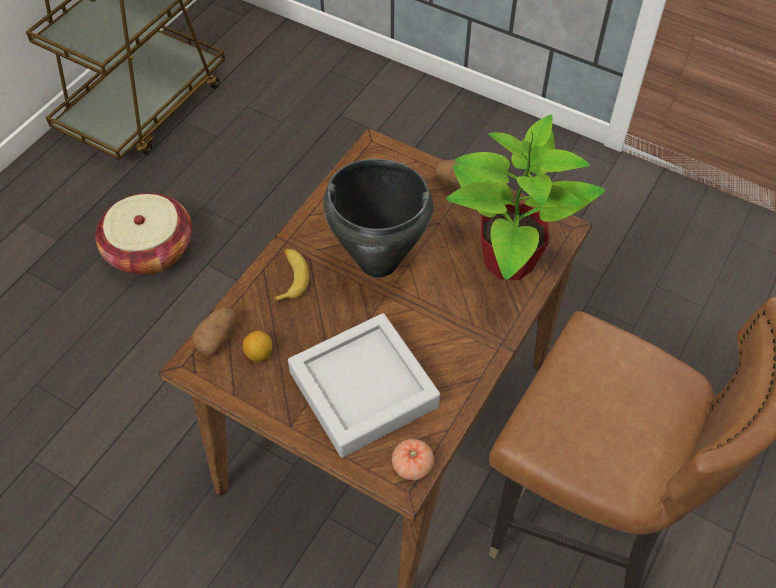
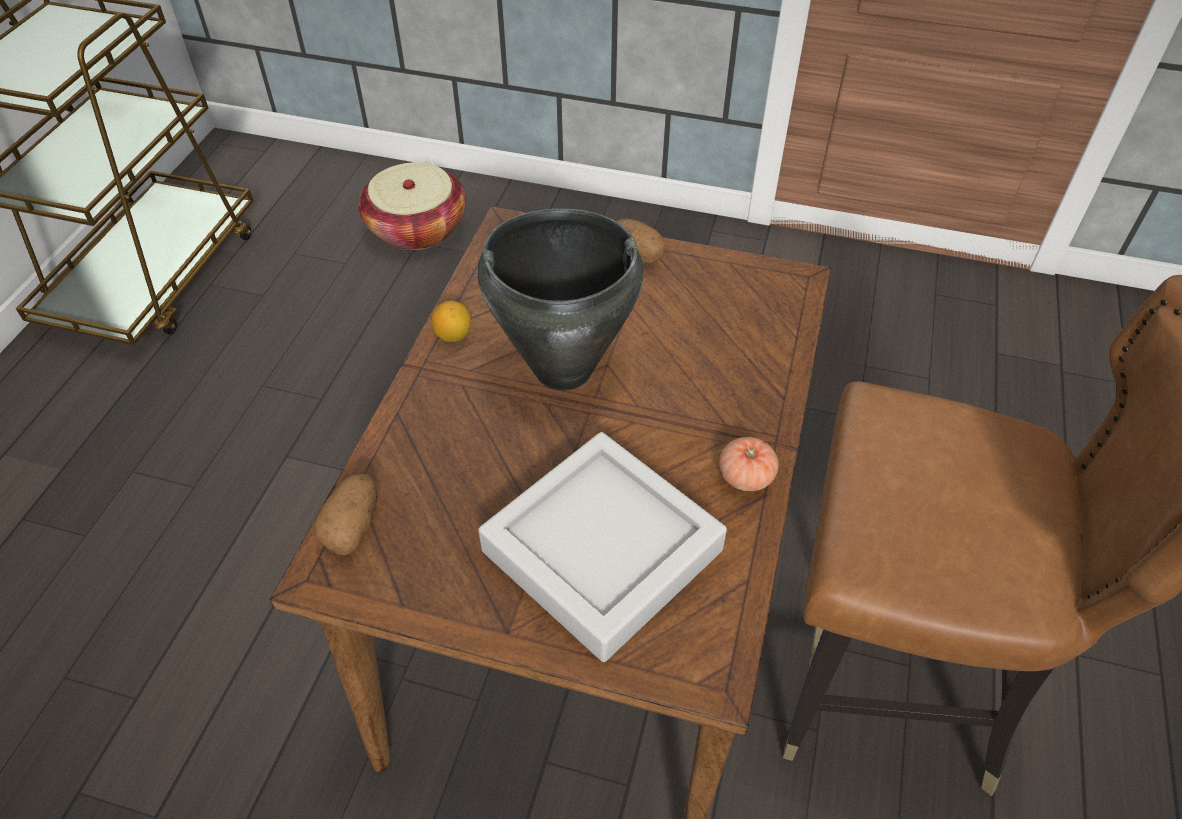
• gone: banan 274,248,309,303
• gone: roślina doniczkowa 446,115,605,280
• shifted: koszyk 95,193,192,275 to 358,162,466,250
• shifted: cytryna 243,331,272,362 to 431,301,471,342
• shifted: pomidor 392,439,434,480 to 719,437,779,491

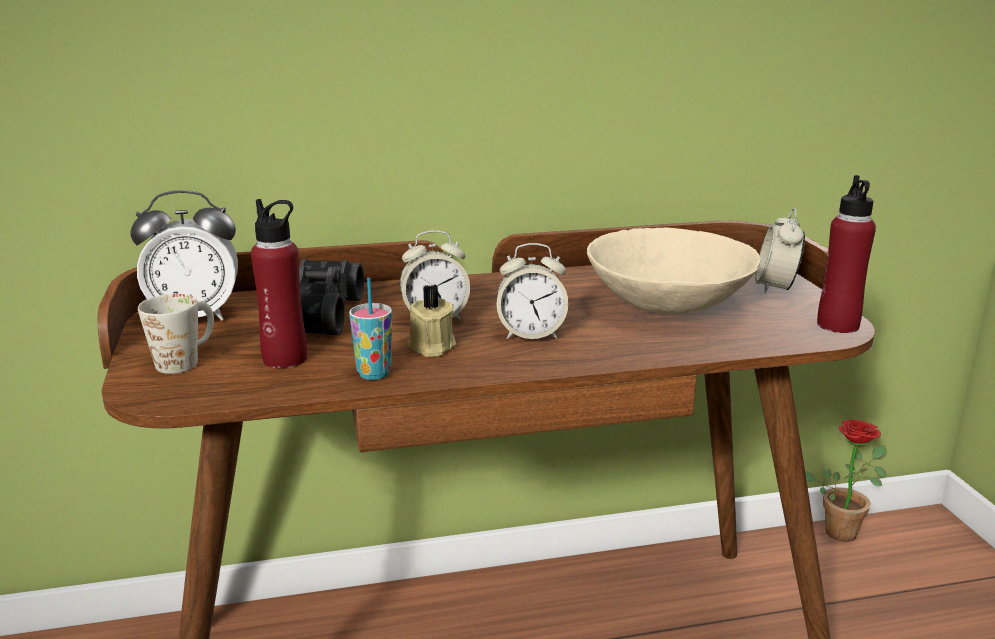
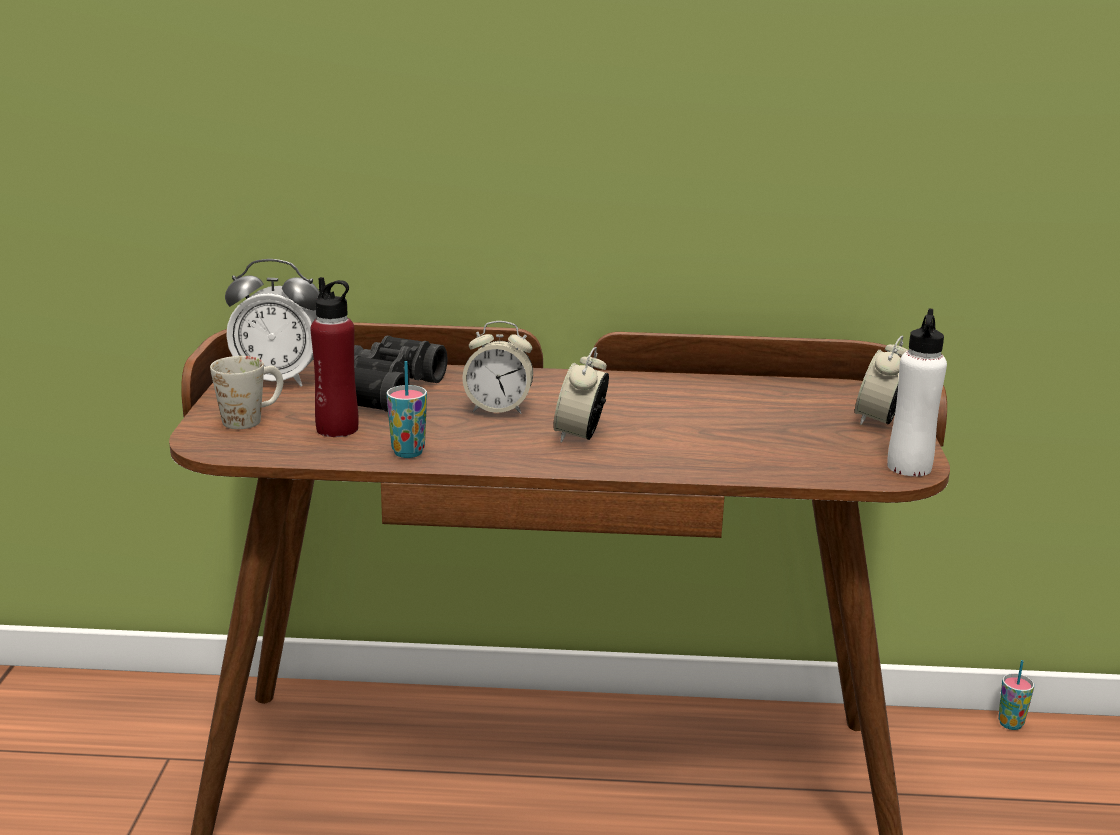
• gone: świeca (beżowy) 408,284,457,357
• gone: miska (beżowy) 587,228,760,314
• swapped: roślina doniczkowa 805,420,887,542 to filiżanka 998,660,1034,730
• repainted: butelka (czerwony) 817,175,876,333 to butelka (biały) 887,308,947,476
• rotated: budzik 497,243,568,339 = 553,347,609,443 90 degrees clockwise

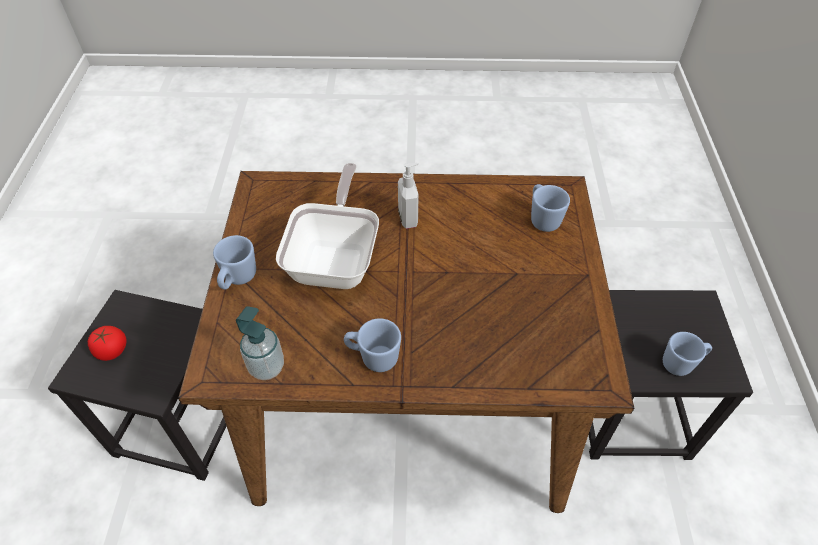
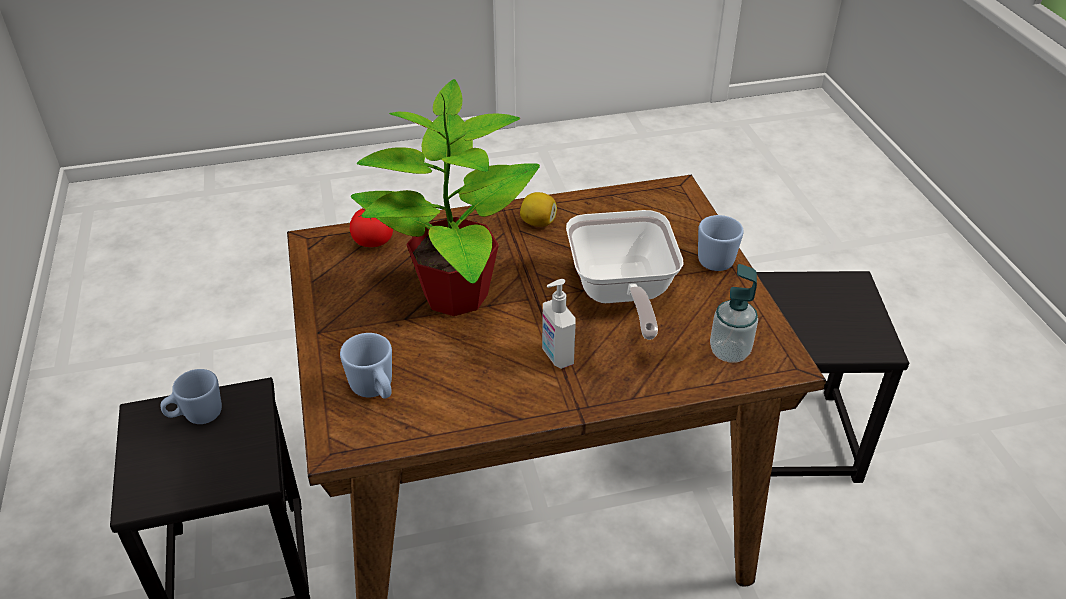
• new: roślina doniczkowa 351,79,540,316
• shifted: pomidor 88,326,126,361 to 350,208,393,247
• shifted: dozownik mydła 236,306,284,380 to 710,264,758,363
• swapped: kubek (niebieski) 344,318,401,372 to cytryna 520,192,557,227

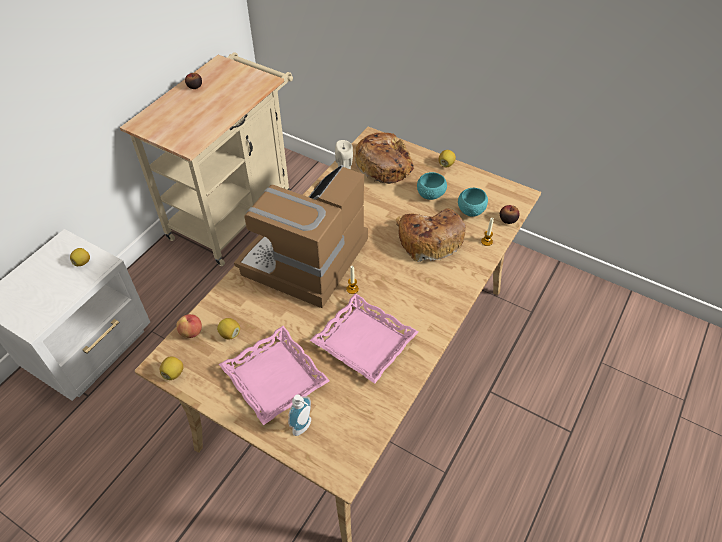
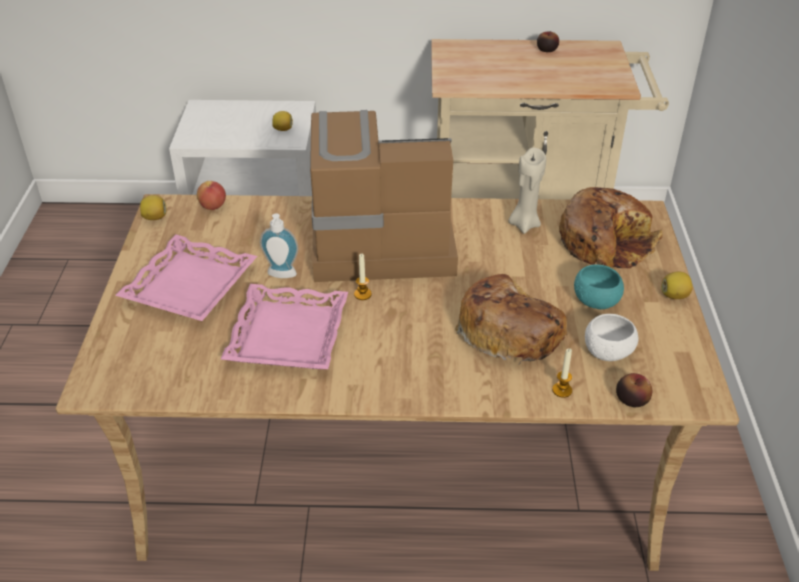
• gone: cytryna 217,318,240,339
• shifted: dozownik mydła 288,394,311,436 to 260,213,298,278
• repainted: miska (turkusowy) 458,188,488,217 to miska (biały) 585,314,639,361

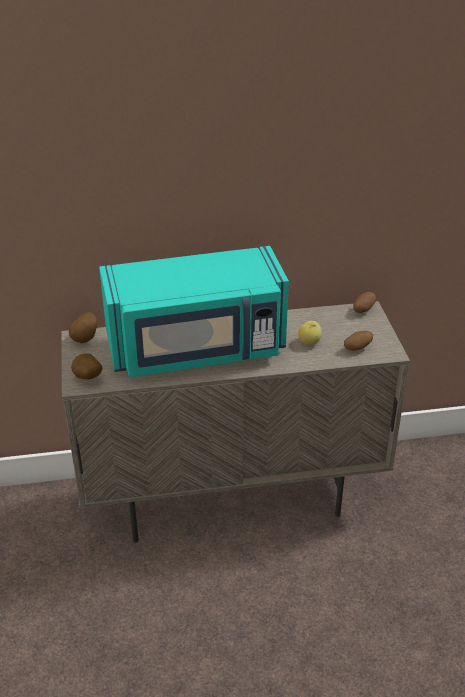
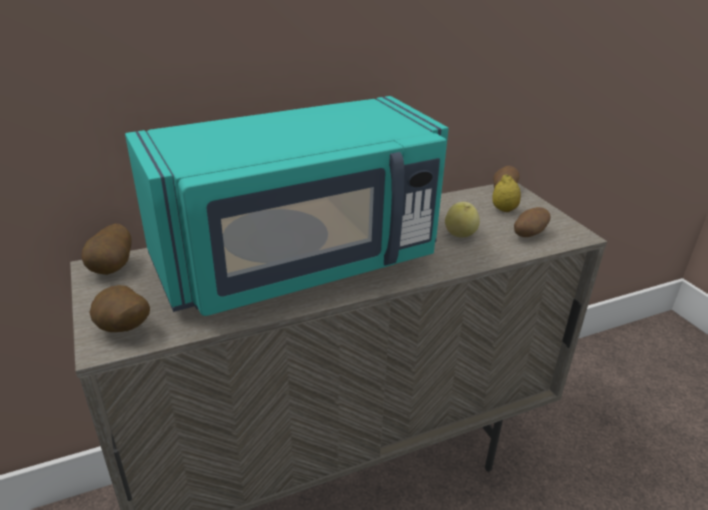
• new: cytryna 492,175,521,212

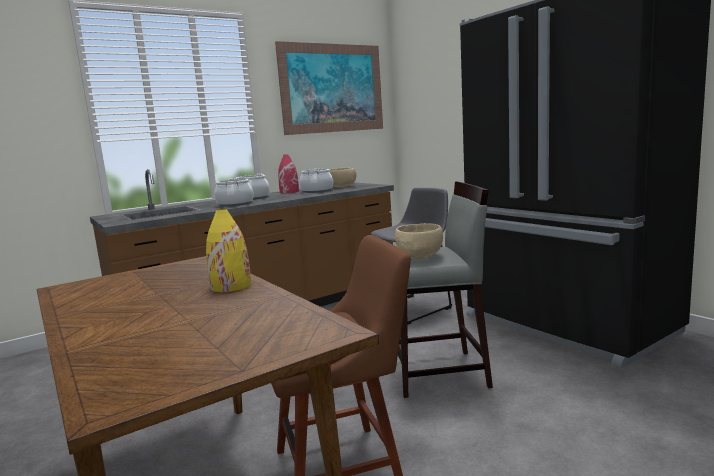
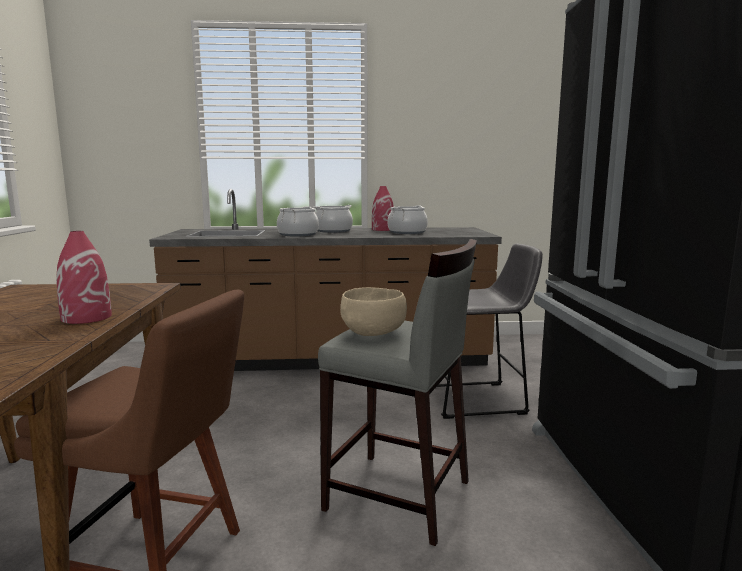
• gone: obraz 275,41,383,135
• gone: miska (beżowy) 329,168,356,187
• repainted: wazon (żółty) 206,209,251,292 to wazon (czerwony) 56,231,112,324

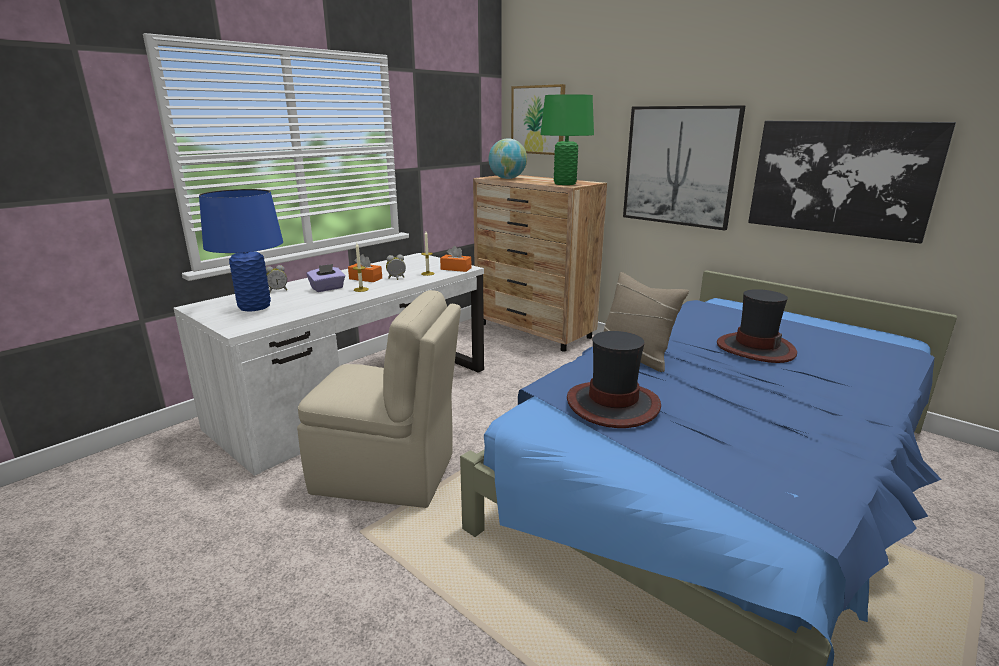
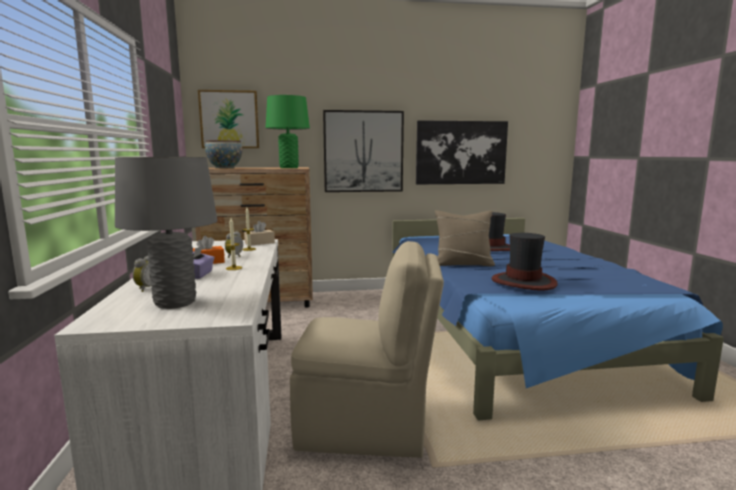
• swapped: globus 489,138,527,179 to miska 205,140,242,169
• repainted: lampa stołowa (niebieski) 199,189,283,311 to lampa stołowa (szary) 115,157,218,309
• repainted: pudełko chusteczek (pomarańczowy) 440,246,472,272 to pudełko chusteczek (beżowy) 244,221,275,245
• rotated: krzesło (beżowy) 297,290,461,508 = 290,241,444,458 45 degrees clockwise

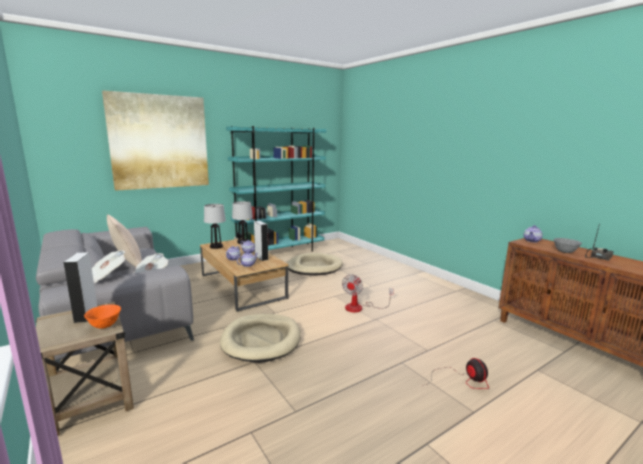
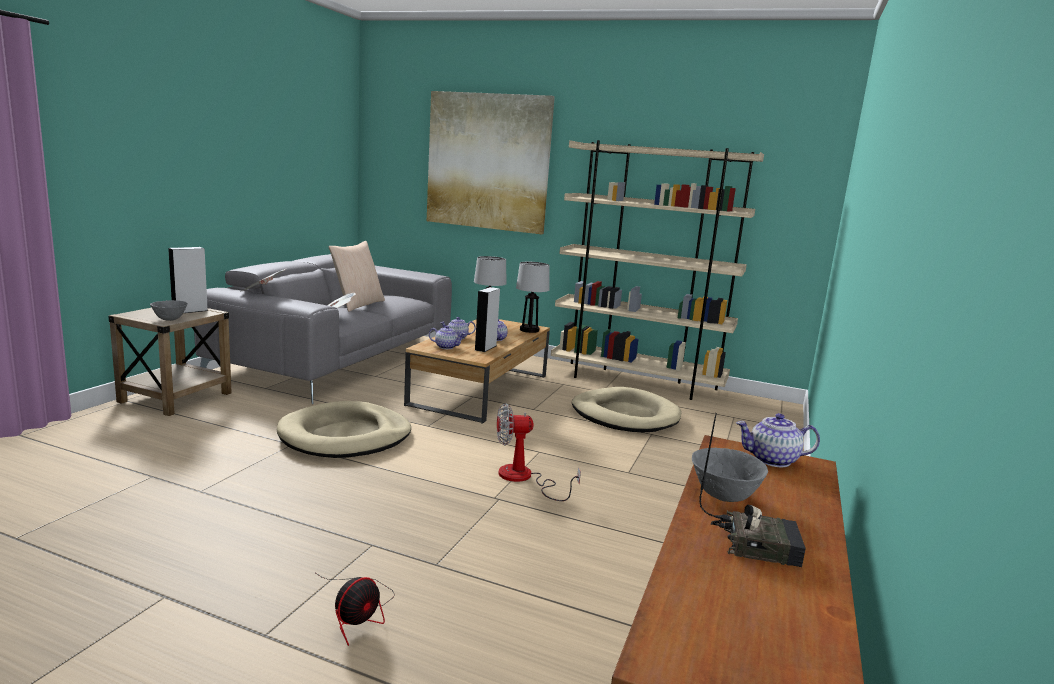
• repainted: miska (pomarańczowy) 84,305,121,329 to miska (szary) 150,300,188,321
• repainted: regał (turkusowy) 226,126,326,252 to regał (beżowy) 551,140,764,400

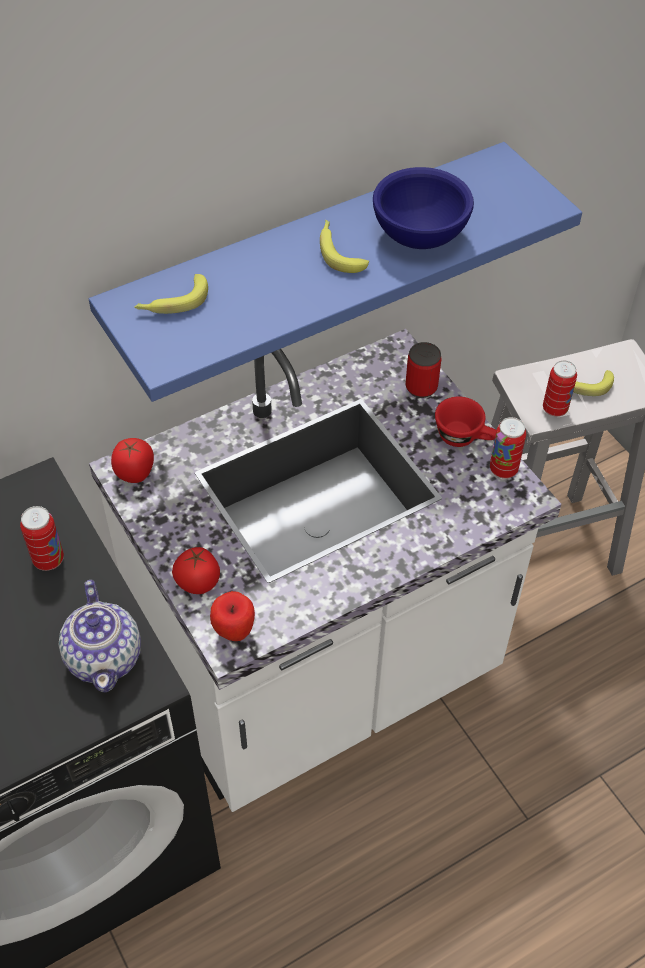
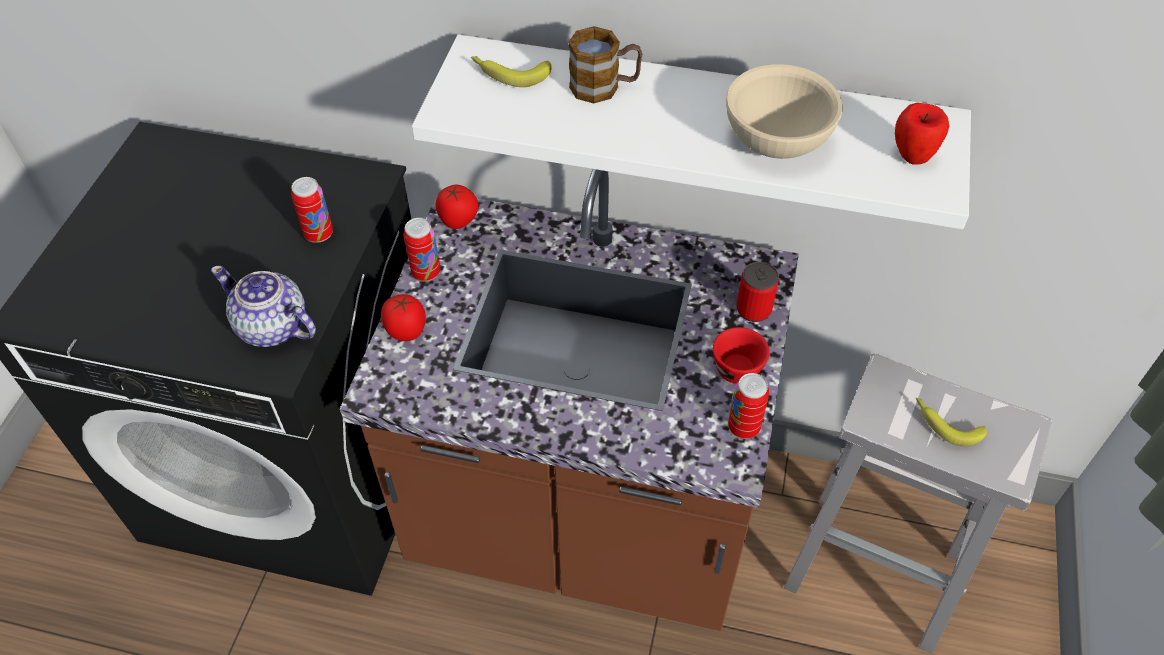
• gone: banan 320,220,369,273
• new: kubek 568,26,642,103
• shifted: jabłko 210,591,255,641 to 895,103,949,165
• shifted: puszka 543,360,577,417 to 404,218,440,282
• repainted: półka (niebieski) 89,142,582,402 to półka (biały) 412,34,971,229
• repainted: zabudowa kuchenna (biały) 89,329,562,812 to zabudowa kuchenna (brązowy) 340,169,799,631
• repainted: miska (niebieski) 373,167,474,249 to miska (beżowy) 726,64,842,159
• rotated: imbryk 58,580,141,693 = 211,266,316,347 90 degrees clockwise

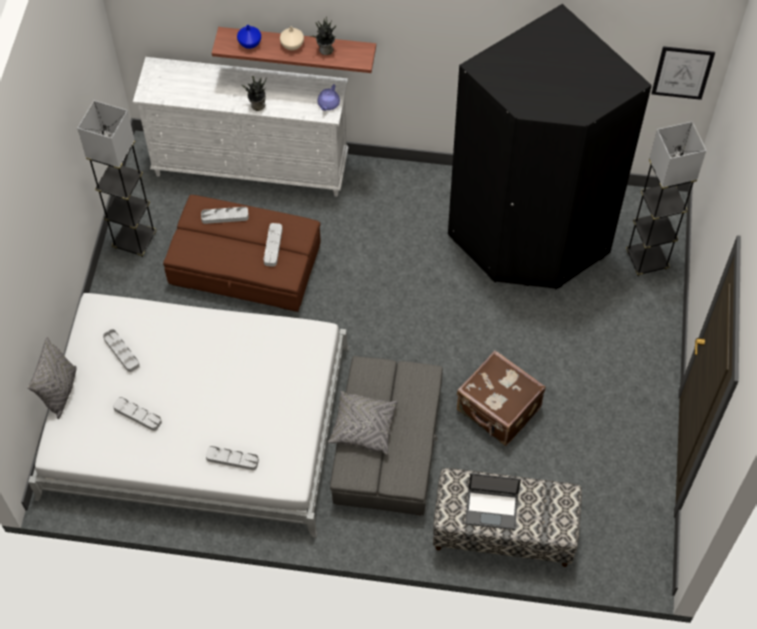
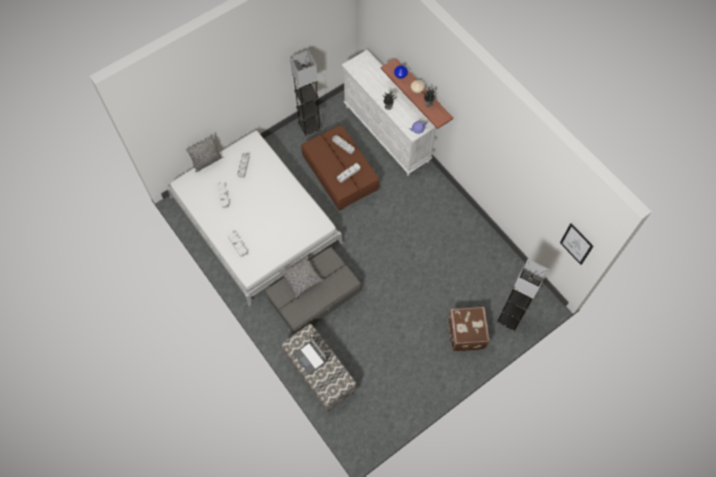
• gone: szafa (czarny) 448,4,652,289
• shifted: walizka (brązowy) 457,350,546,446 to 448,307,490,352

